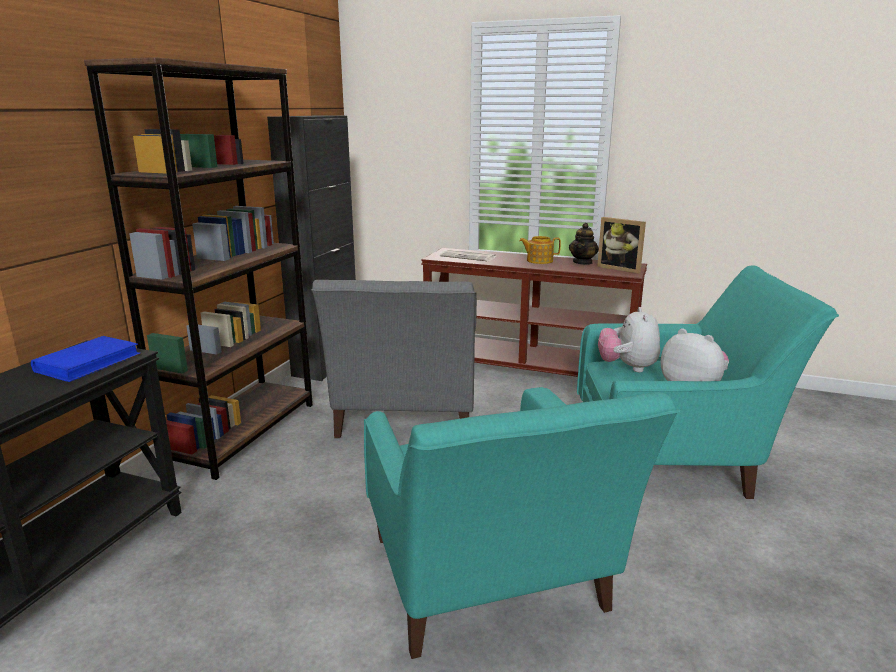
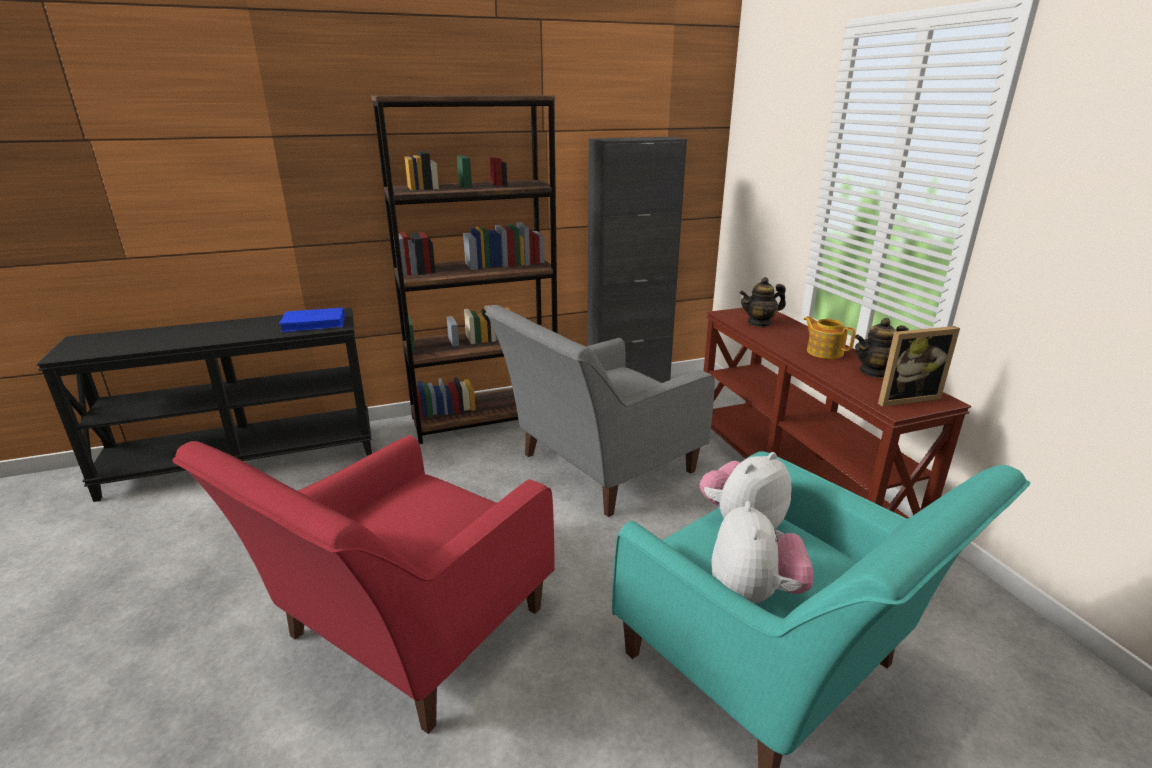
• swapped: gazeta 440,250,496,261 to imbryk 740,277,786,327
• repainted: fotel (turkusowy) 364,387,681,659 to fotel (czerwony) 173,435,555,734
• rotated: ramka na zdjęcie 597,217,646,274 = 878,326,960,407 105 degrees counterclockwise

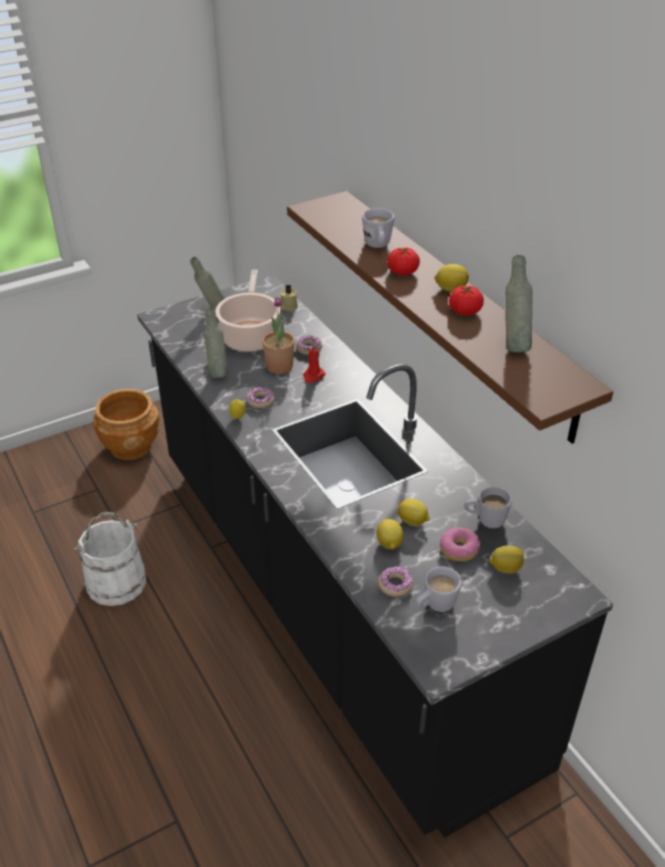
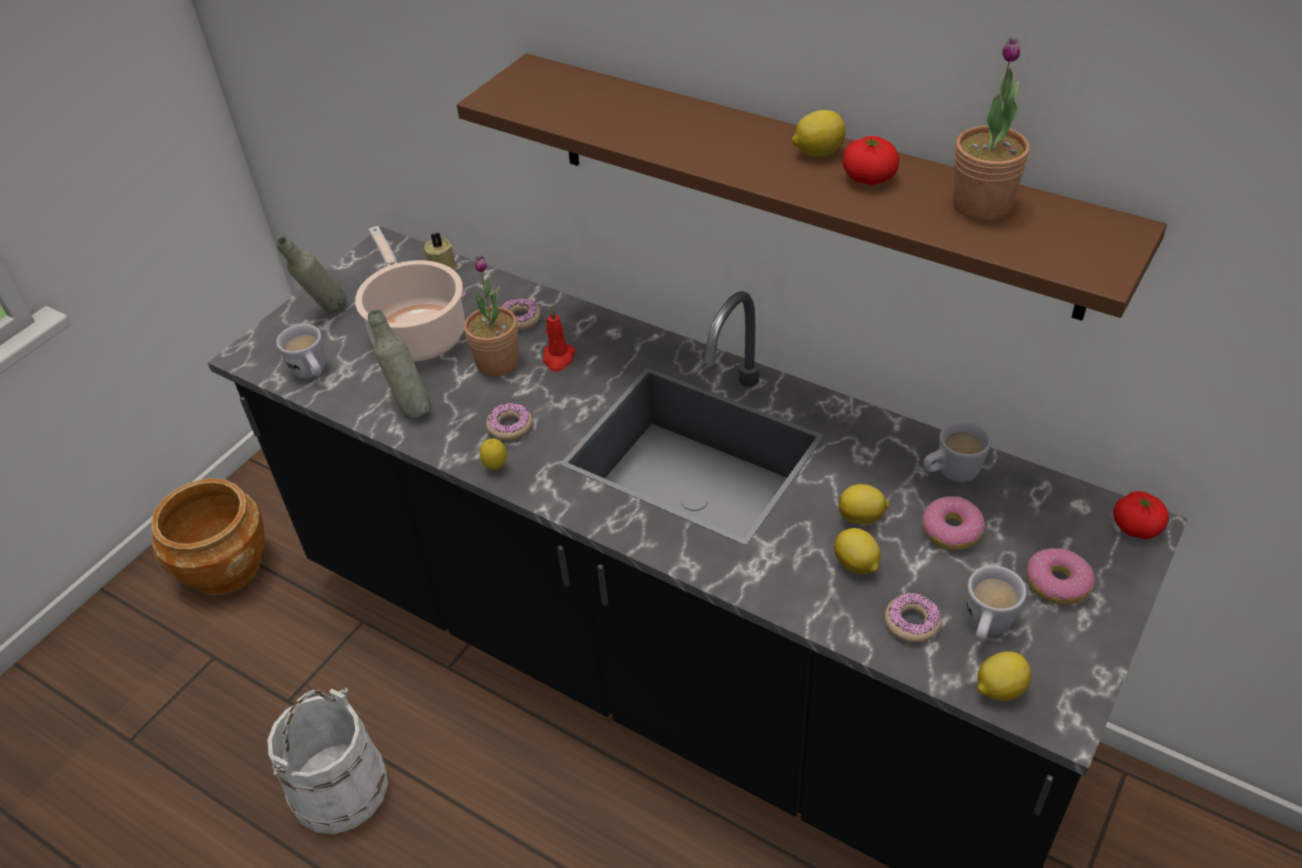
• new: donut 1026,548,1095,605
• shifted: kubek (biały) 362,208,394,248 to 276,324,325,379
• shifted: pomidor 387,248,420,275 to 1113,491,1169,539
• shifted: cytryna 489,545,524,574 to 978,651,1031,701
• swapped: butelka (szary) 505,255,533,352 to roślina doniczkowa 953,38,1030,221

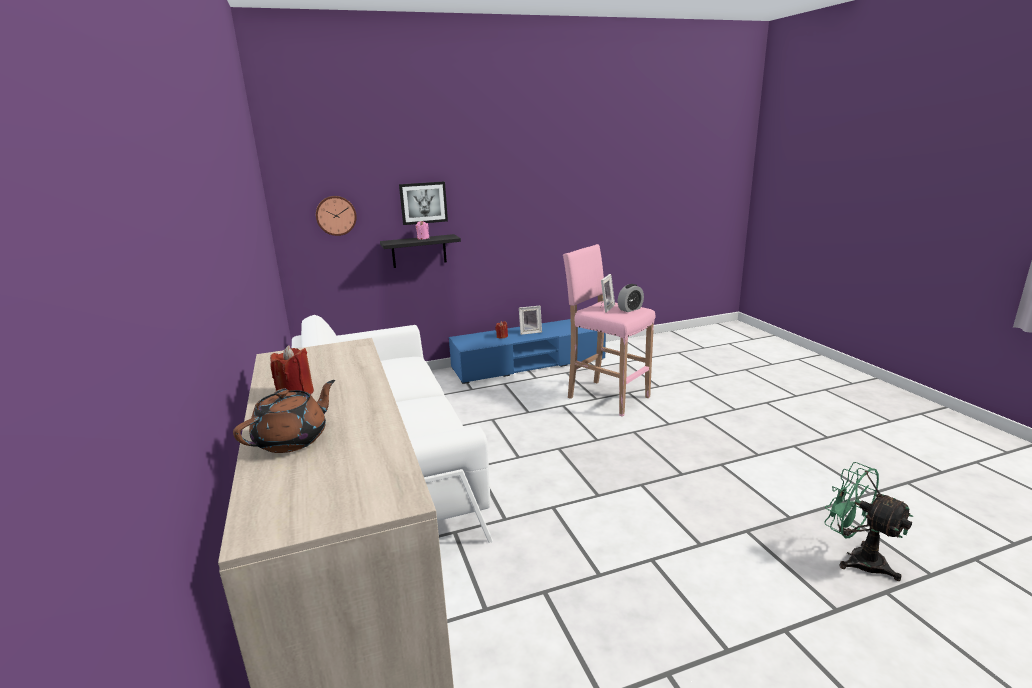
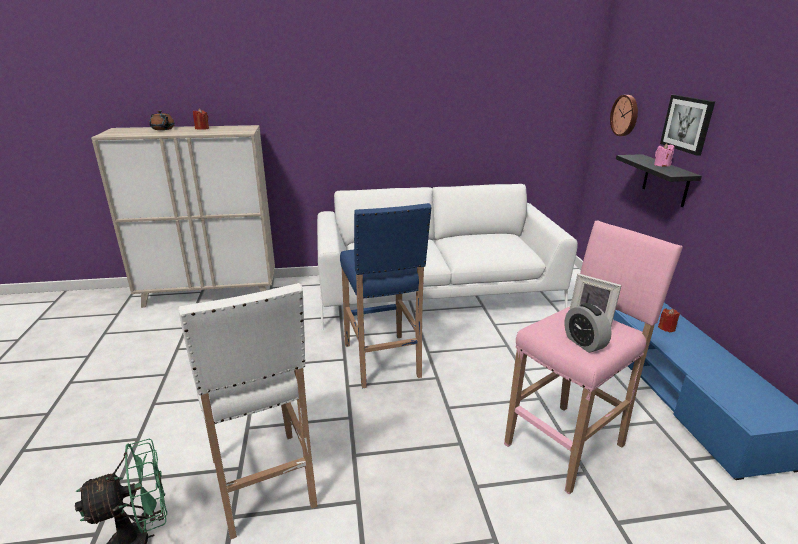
• gone: ramka na zdjęcie 519,306,542,335
• new: stołek (biały) 178,283,318,540
• new: stołek (niebieski) 340,203,432,388

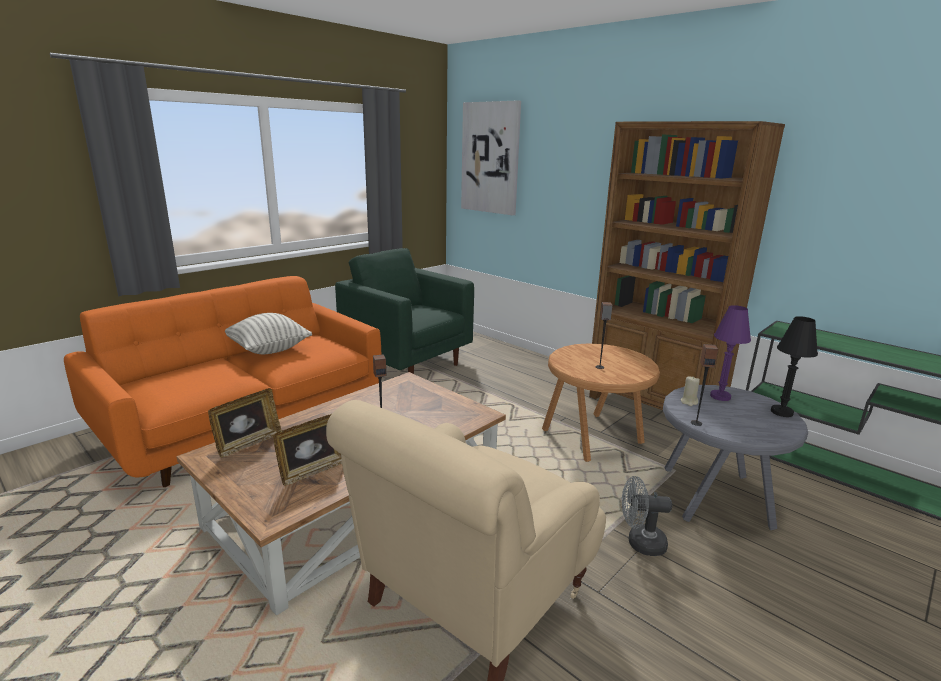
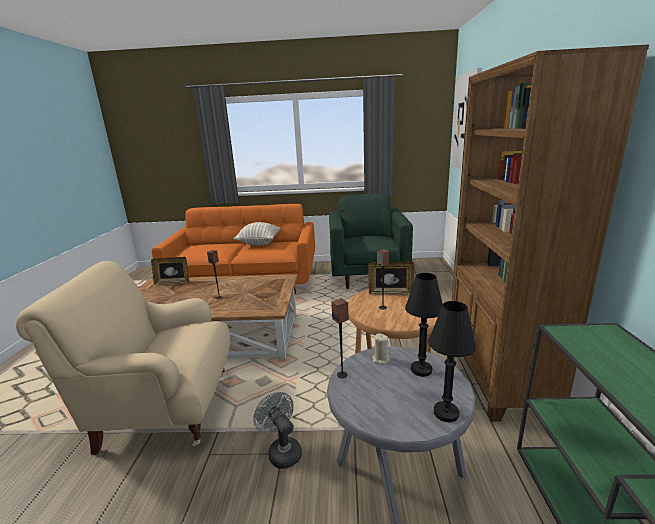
• shifted: ramka na zdjęcie 273,414,342,486 to 368,262,414,296
• repainted: lampa stołowa (fioletowy) 710,305,751,401 to lampa stołowa (czarny) 405,273,443,377

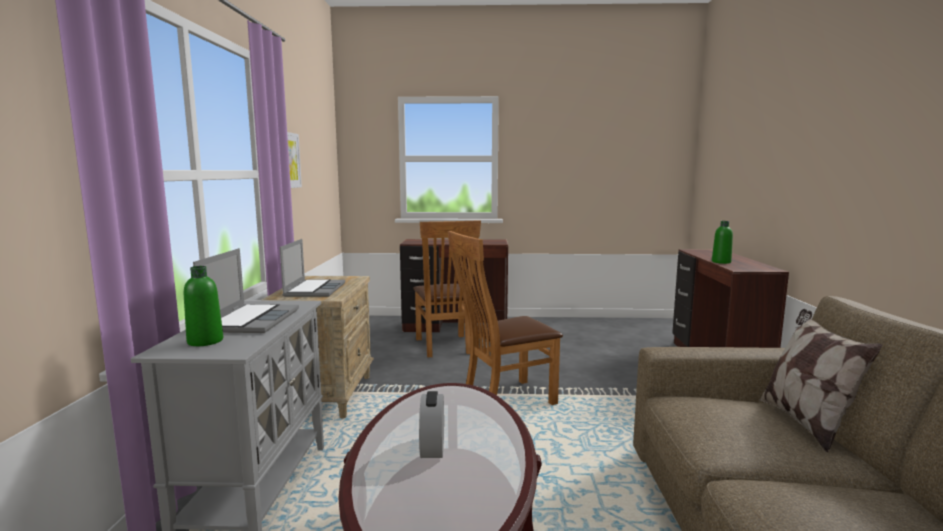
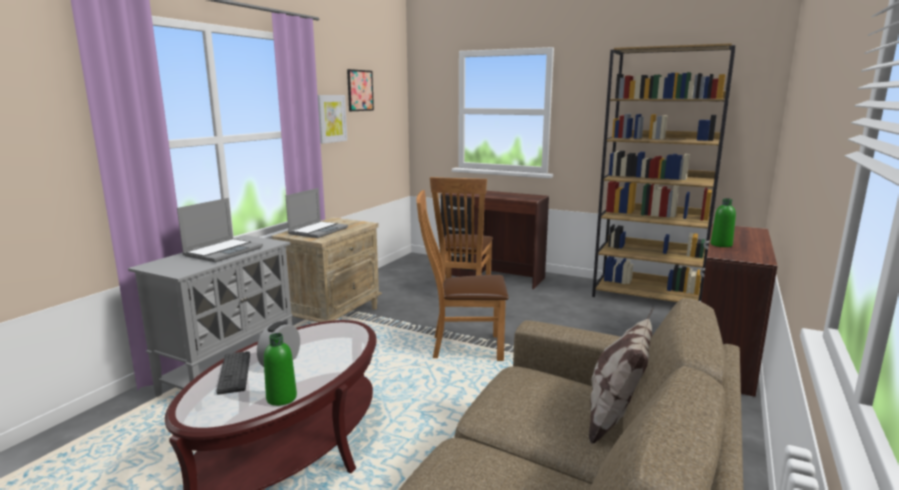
• new: klawiatura 216,351,250,395
• new: obraz 347,69,374,111
• new: regał (brązowy) 592,43,735,302
• shifted: butelka (zielony) 184,266,223,346 to 264,333,297,406

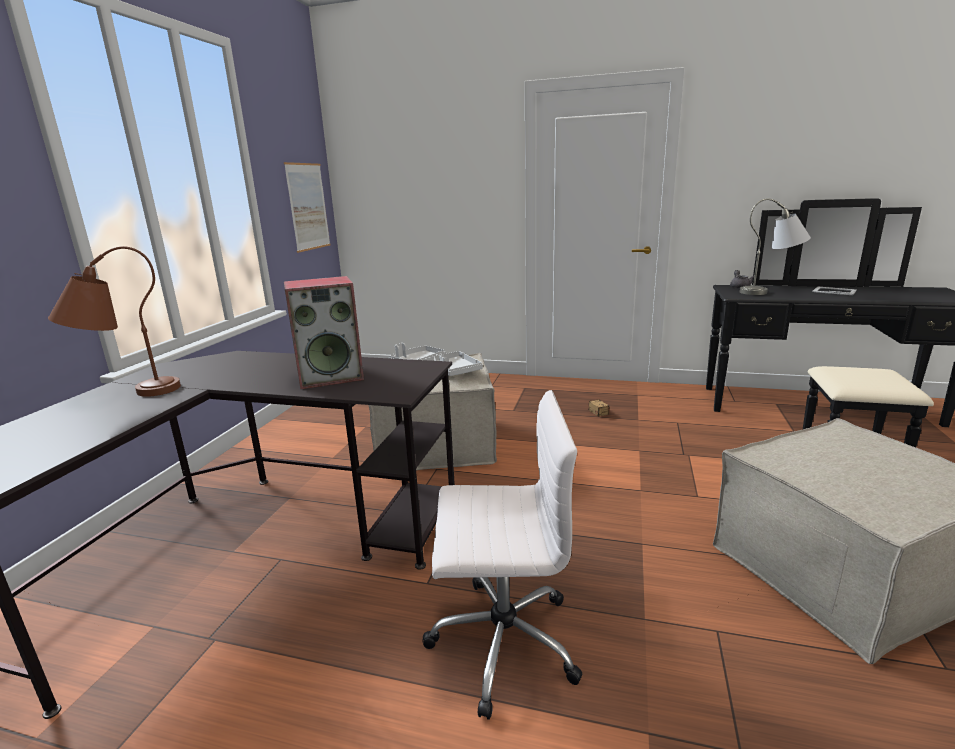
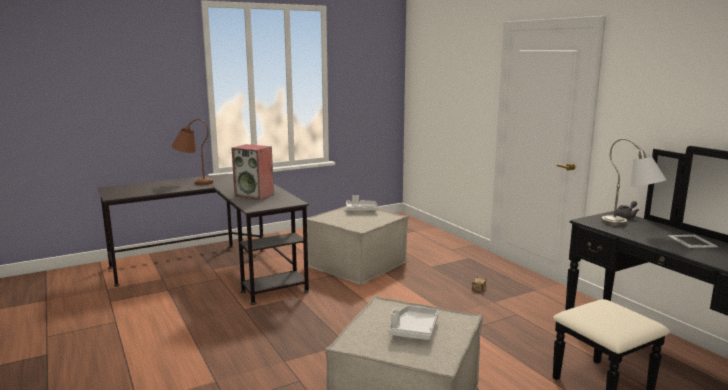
• gone: obraz 284,162,331,253
• gone: krzesło biurowe (biały) 422,390,583,720
• shifted: taca (szary) 434,351,483,376 to 389,306,439,340

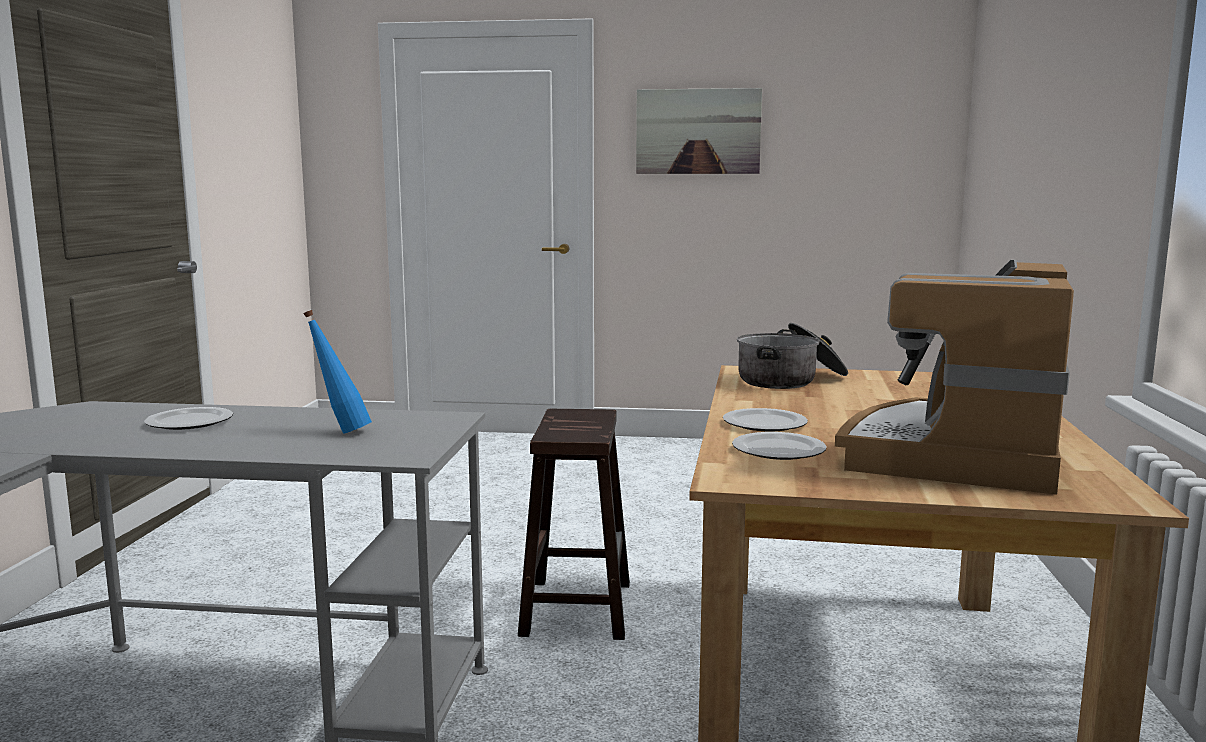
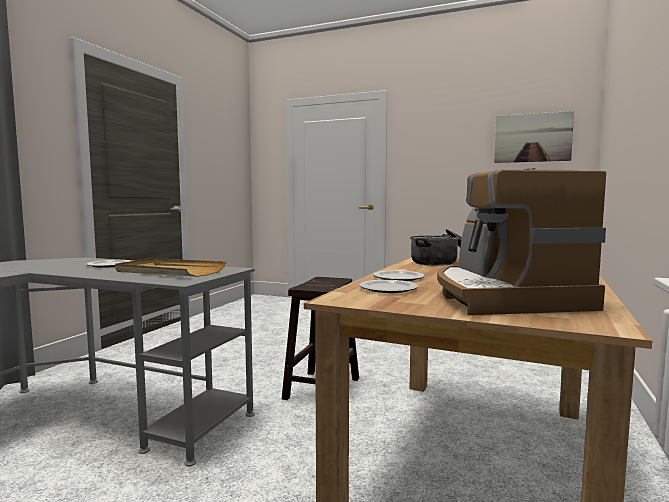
• shifted: obraz 636,88,762,174 to 494,111,574,163
• swapped: butelka (niebieski) 303,310,372,434 to taca (beżowy) 115,258,226,277
• rotated: ekspres do kawy 835,260,1074,495 = 437,168,606,315 45 degrees counterclockwise

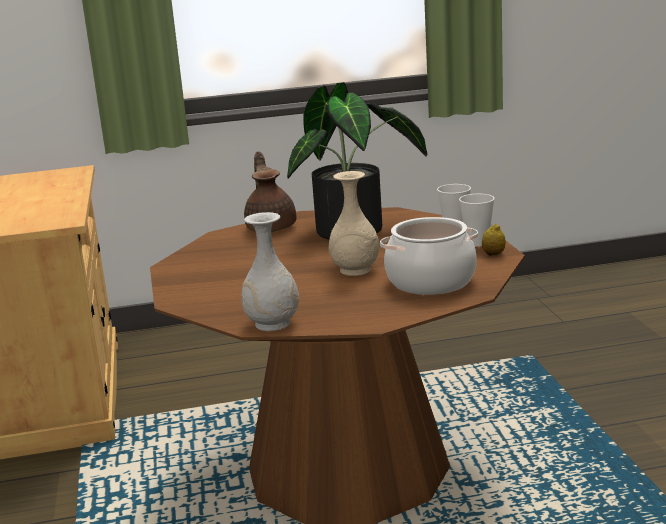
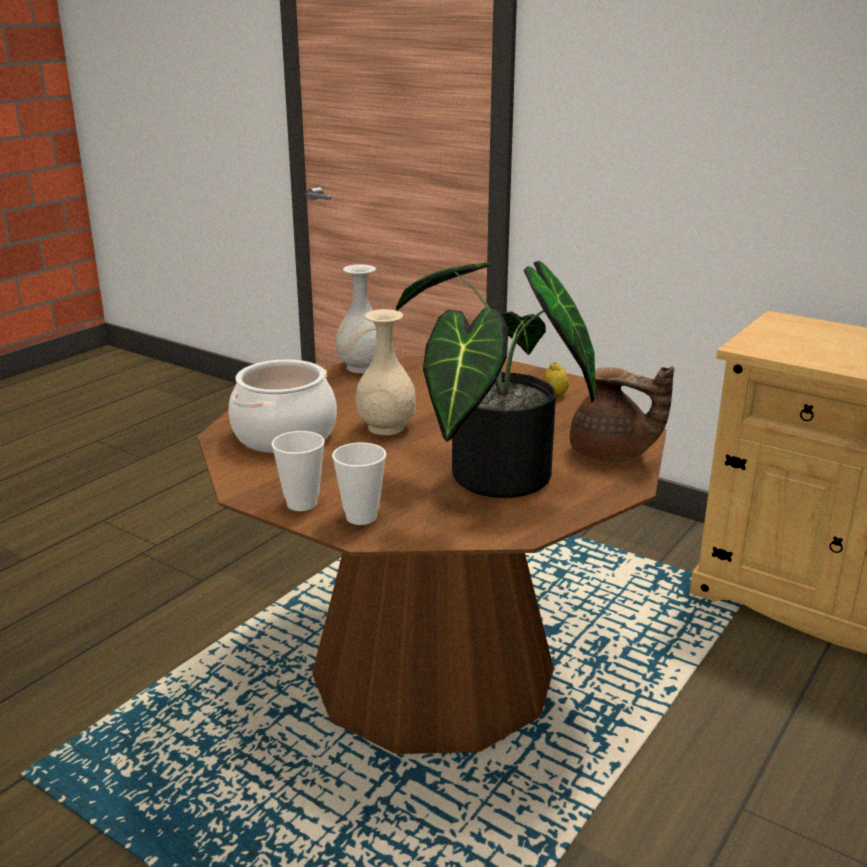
• shifted: cytryna 482,224,506,256 to 543,363,569,397

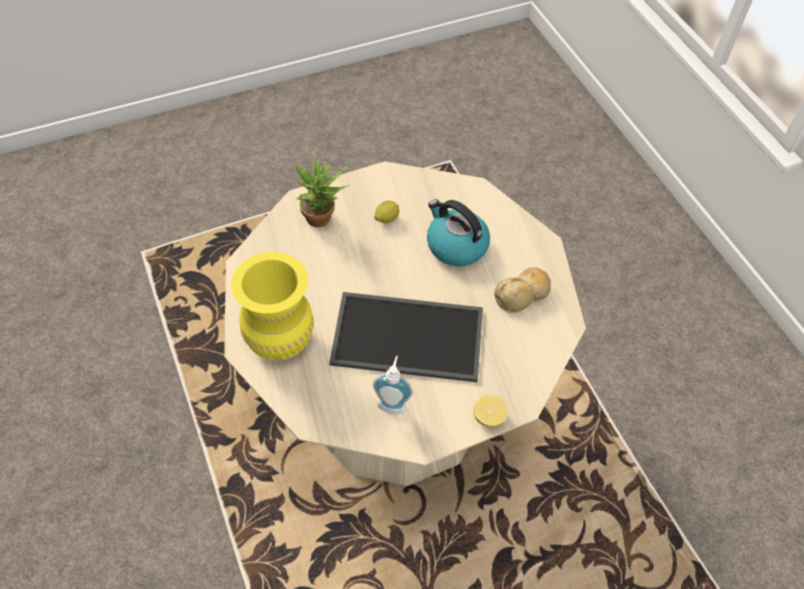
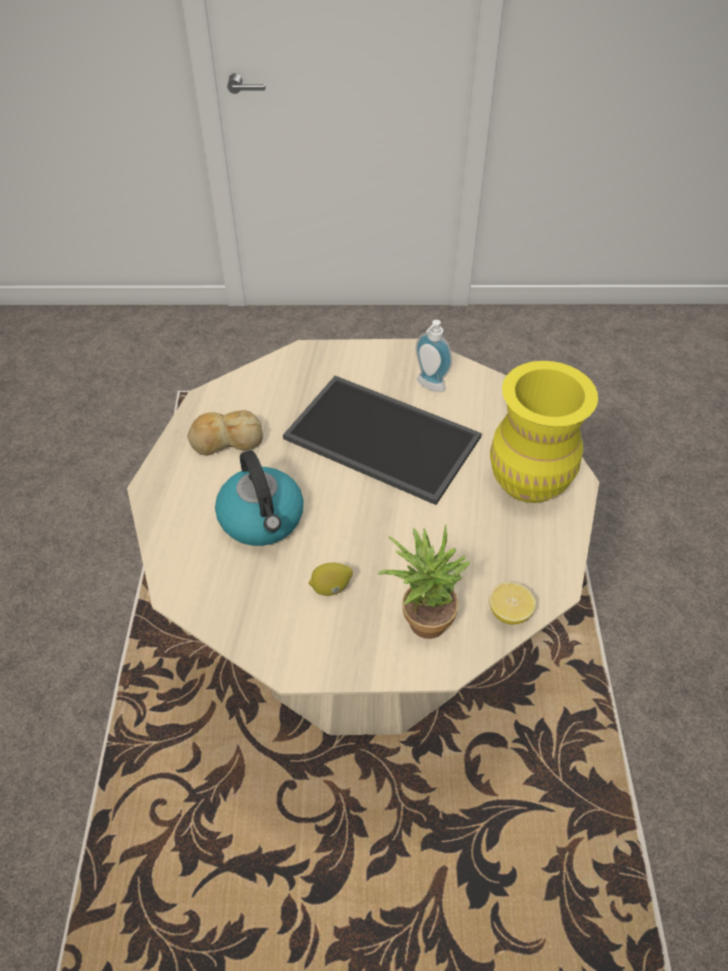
• shifted: cytryna 473,394,508,427 to 489,582,536,624

